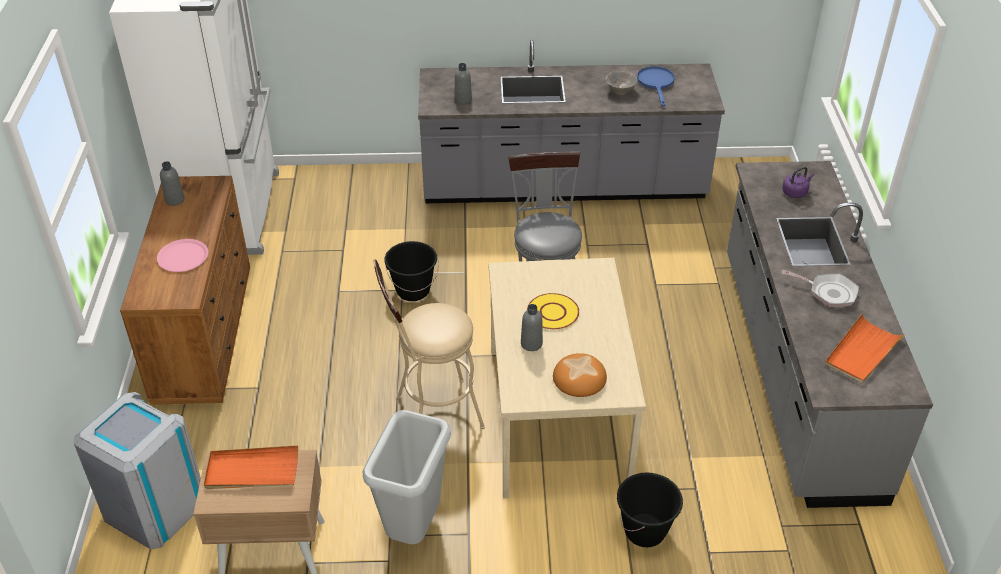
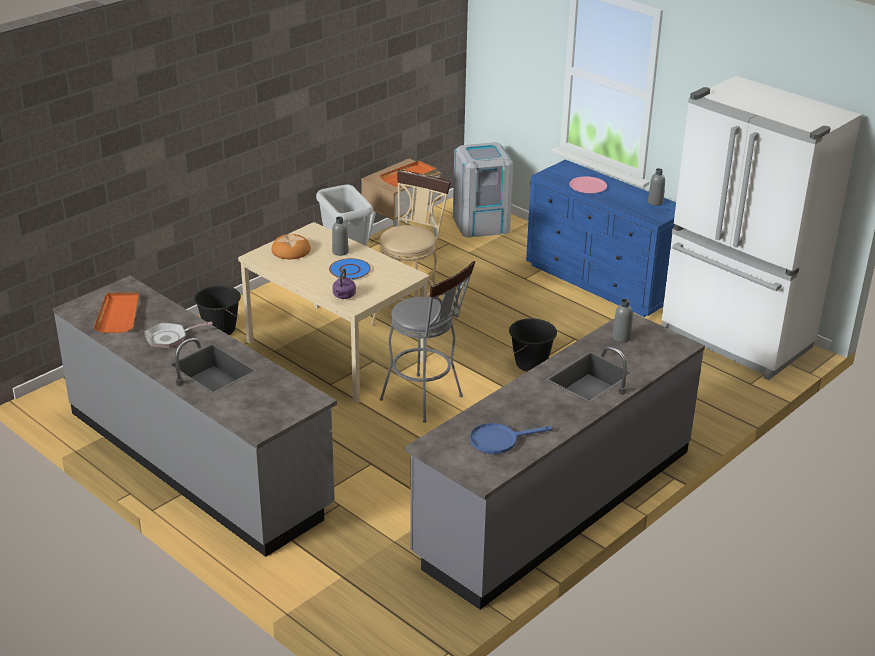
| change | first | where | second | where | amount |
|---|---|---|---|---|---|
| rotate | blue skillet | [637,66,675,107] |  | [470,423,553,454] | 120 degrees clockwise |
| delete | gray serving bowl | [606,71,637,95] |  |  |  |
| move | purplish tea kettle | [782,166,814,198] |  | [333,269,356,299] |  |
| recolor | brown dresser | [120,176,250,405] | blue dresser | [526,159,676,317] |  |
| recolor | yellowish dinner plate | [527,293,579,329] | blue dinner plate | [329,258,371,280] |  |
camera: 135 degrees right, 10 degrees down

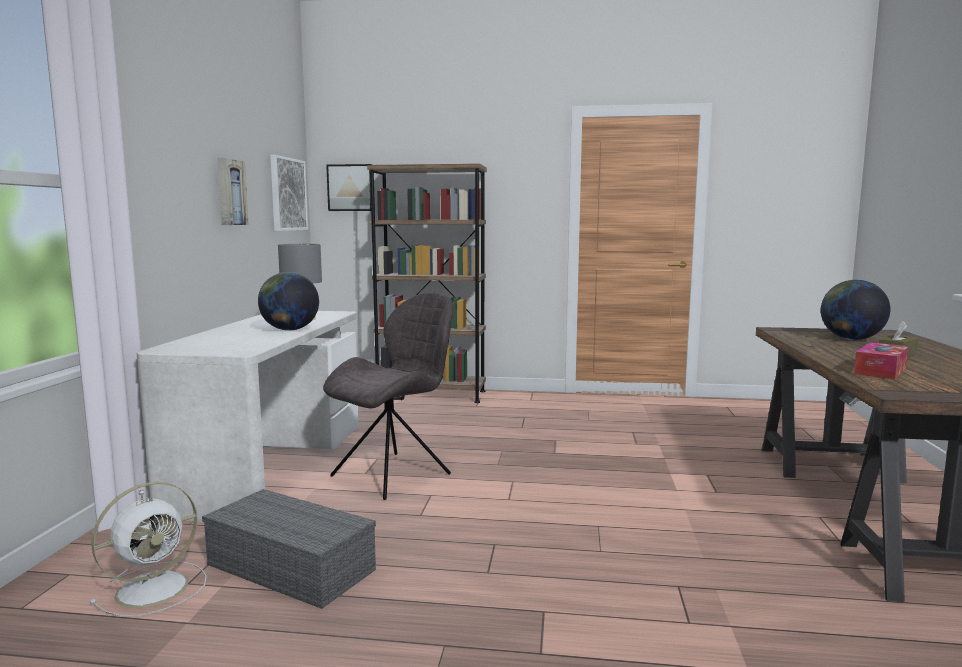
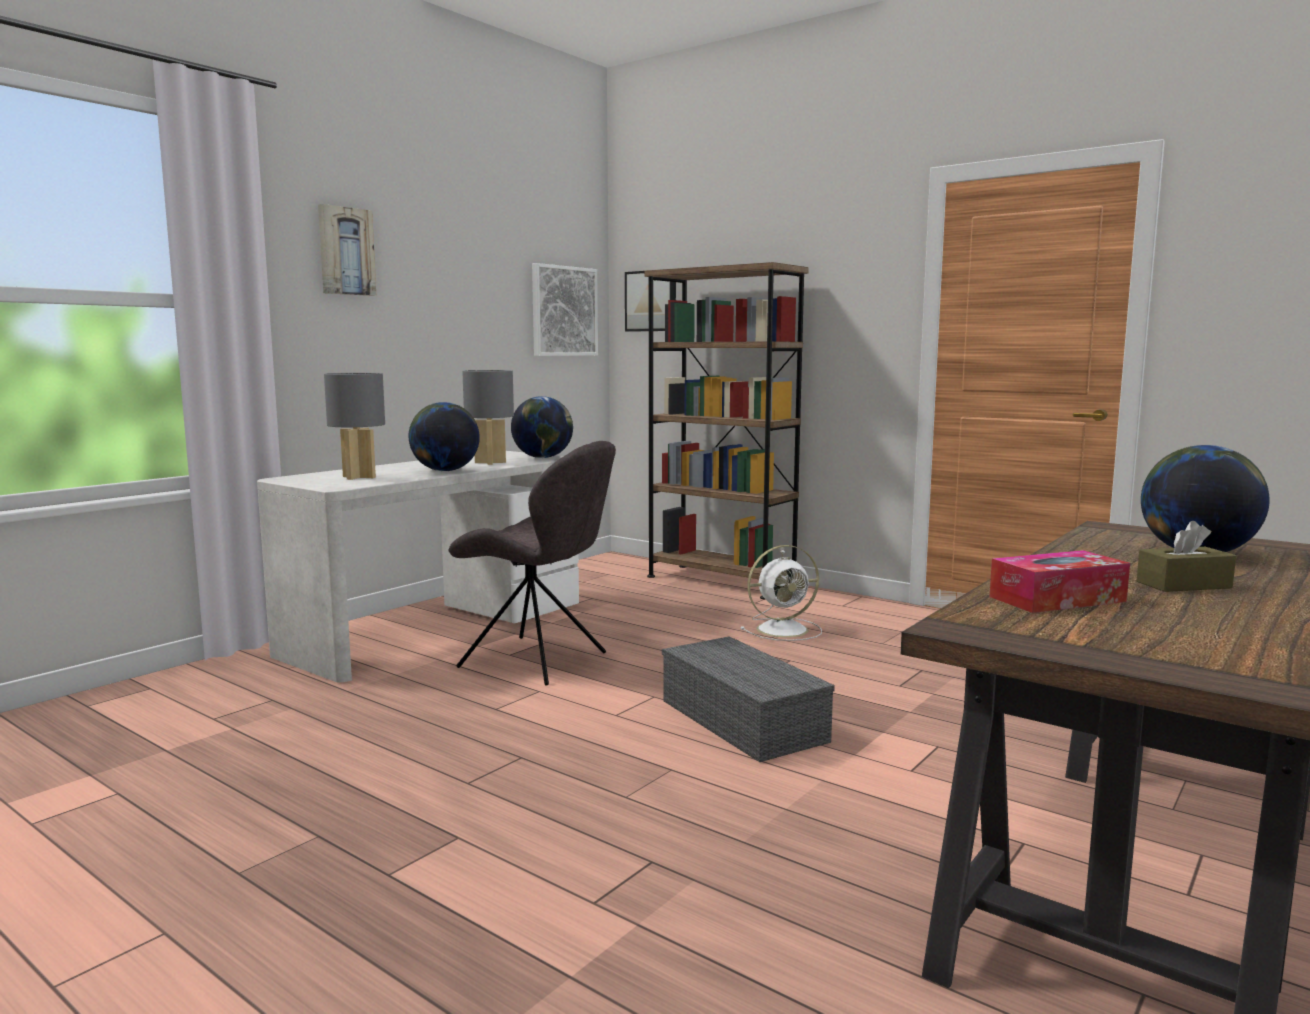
| change | first | where | second | where | amount |
|---|---|---|---|---|---|
| move | picture | [217,158,249,225] |  | [318,204,376,296] |  |
| rotate | gray plain chair | [323,293,453,500] |  | [448,441,616,686] | 45 degrees clockwise |
| move | white-coloured fan | [90,482,207,617] |  | [740,545,822,641] |  |
| move | gray storage bin | [202,489,376,609] |  | [662,636,835,762] |  |
| insert |  |  | gray lamp for a table | [324,373,385,480] |  |
| insert |  |  | globe | [511,396,573,458] |  |
camera: 30 degrees right, 0 degrees up

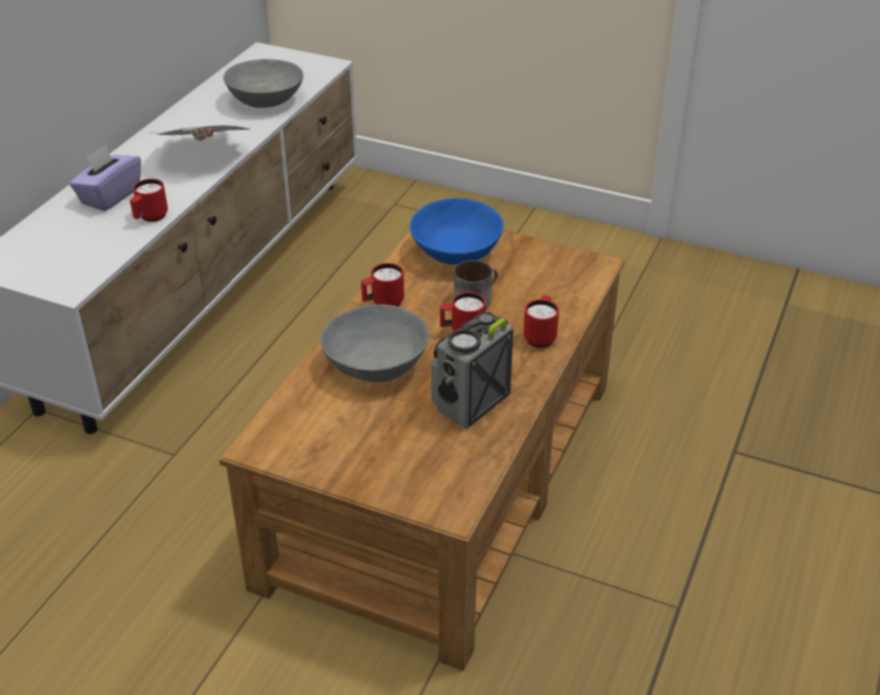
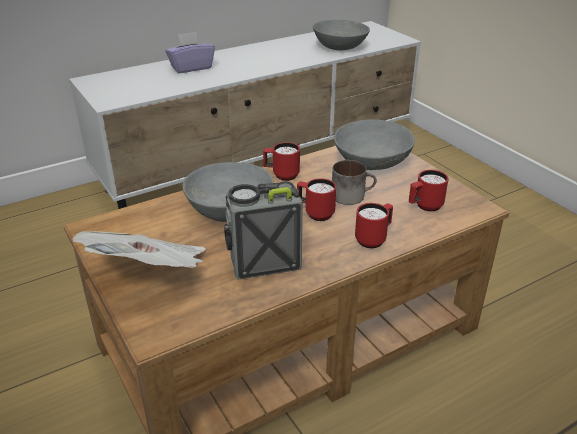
| change | first | where | second | where | amount |
|---|---|---|---|---|---|
| move | daily paper | [149,126,249,141] |  | [73,231,206,268] |  |
| move | reddish coffee mug | [130,179,168,222] |  | [409,170,449,211] |  |
| recolor | blue serving bowl | [410,198,504,265] | gray serving bowl | [334,119,415,170] |  |
camera: 35 degrees right, 5 degrees down

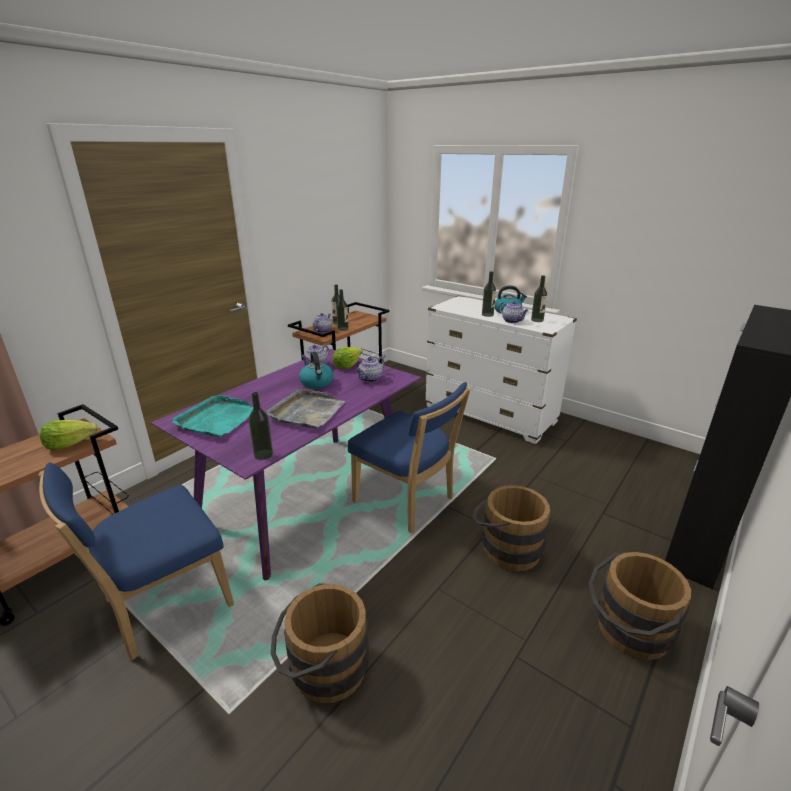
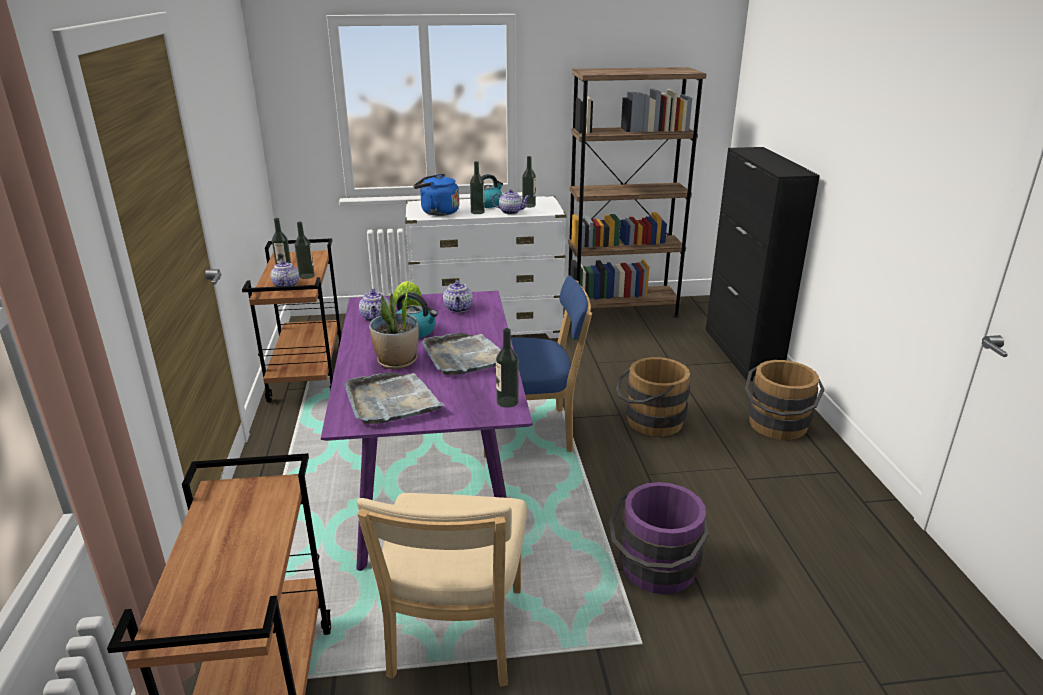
| change | first | where | second | where | amount |
|---|---|---|---|---|---|
| recolor | blue-green serving tray | [172,395,253,437] | gray serving tray | [344,372,445,424] |  |
| delete | lettuce | [40,420,98,450] |  |  |  |
| recolor | blue plain chair | [38,462,234,660] | beige plain chair | [357,493,527,687] |  |
| recolor | brown pail | [271,583,369,703] | purplish pail | [609,482,709,594] |  |
| insert |  |  | brown bookshelf | [568,67,706,318] |  |
| insert |  |  | blue tea kettle | [413,174,459,216] |  |
| insert |  |  | plant in a pot | [369,280,419,369] |  |
camera: 45 degrees left, 0 degrees up

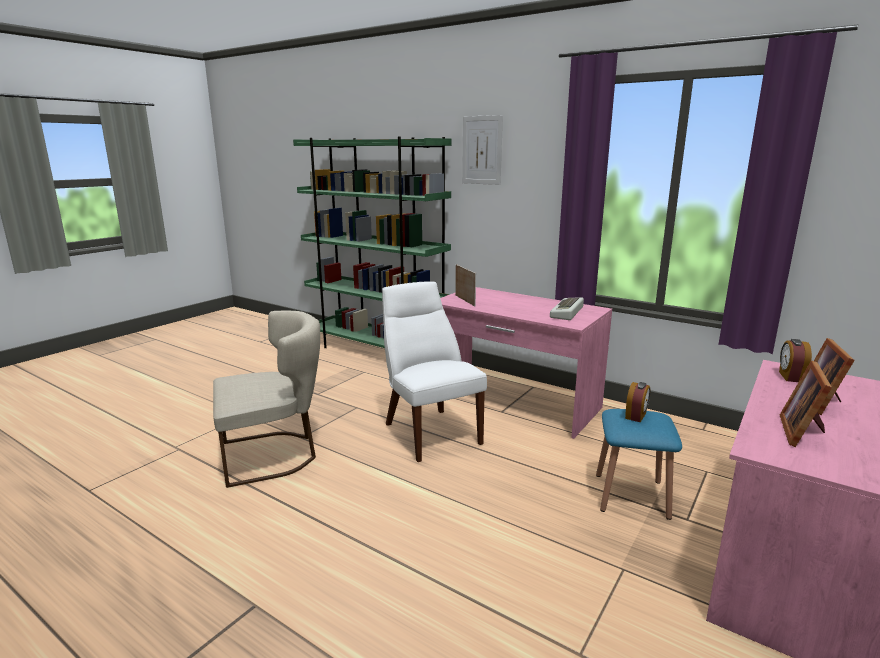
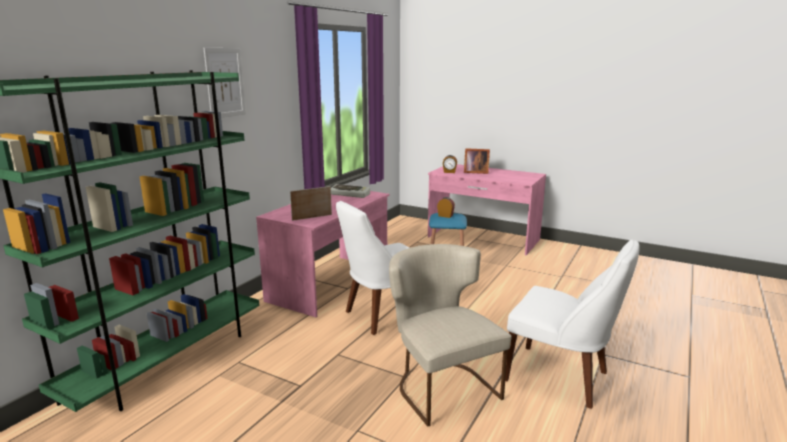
| change | first | where | second | where | amount |
|---|---|---|---|---|---|
| delete | standing frame | [780,360,832,447] |  |  |  |
| insert |  |  | white-coloured plain chair | [505,240,640,409] |  |
camera: 95 degrees left, 0 degrees up

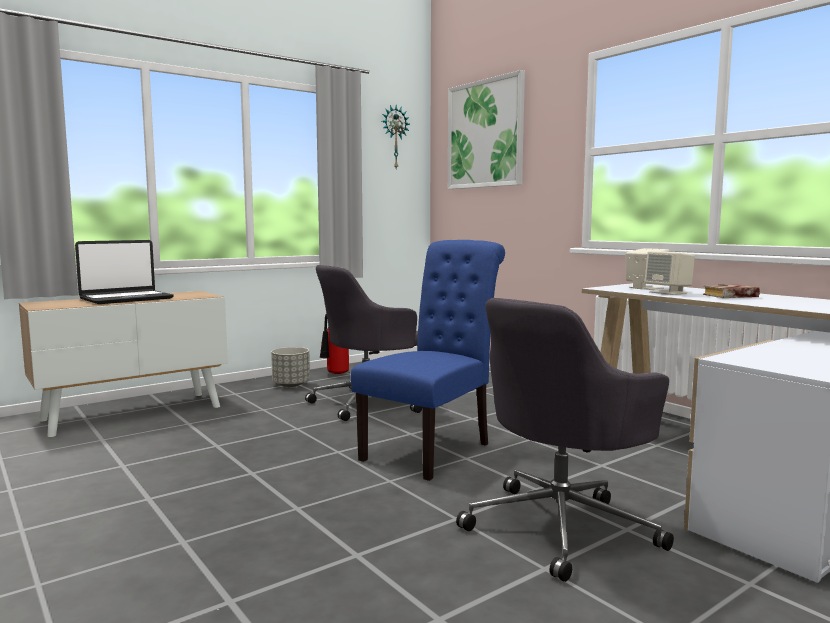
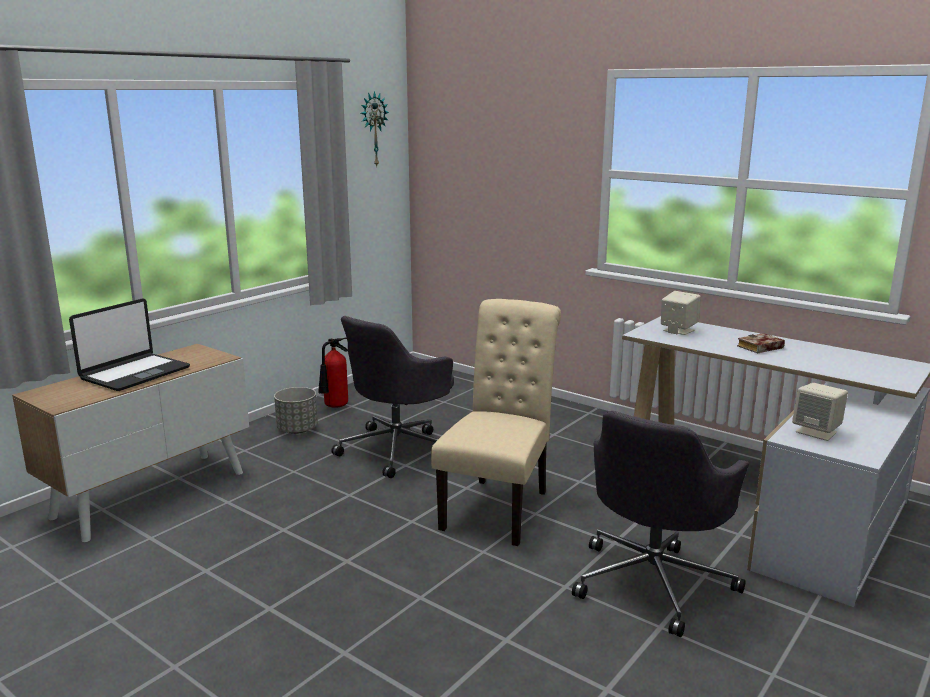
| change | first | where | second | where | amount |
|---|---|---|---|---|---|
| delete | picture | [448,70,525,189] |  |  |  |
| recolor | blue plain chair | [351,240,505,481] | beige plain chair | [431,299,561,546] |  |
| move | beige audio speaker | [644,251,695,295] |  | [792,383,848,441] |  |
camera: 15 degrees left, 10 degrees up

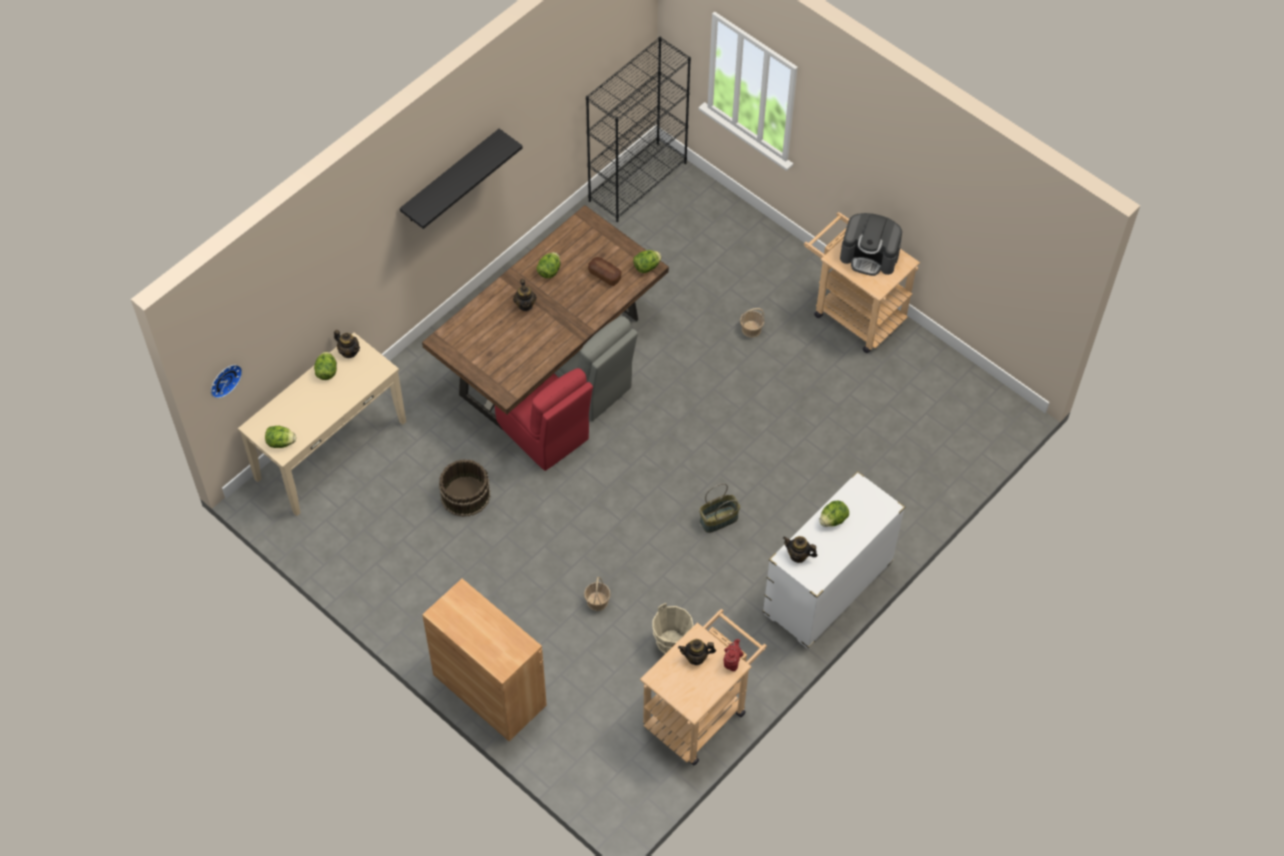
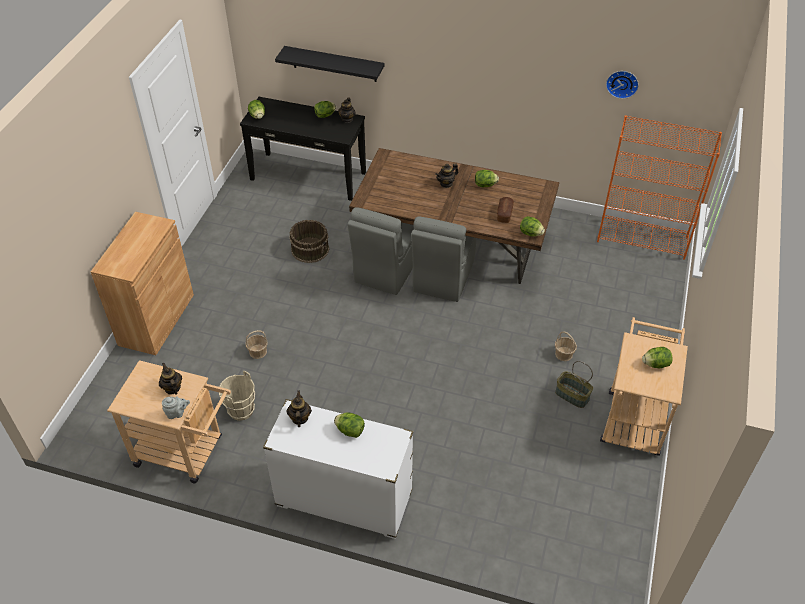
| change | first | where | second | where | amount |
|---|---|---|---|---|---|
| recolor | black bookshelf | [586,37,691,222] | orange-coloured bookshelf | [597,115,722,260] |  |
| move | black wall shelf | [400,129,523,229] |  | [275,46,385,82] |  |
| replace | coffee maker | [840,213,902,276] | lettuce | [642,347,672,368] |  |
| recolor | beige narrow table | [238,333,406,516] | black narrow table | [240,97,366,201] |  |
| move | clock on the wall | [211,365,242,398] |  | [606,71,639,99] |  |
| recolor | reddish plain chair | [495,368,593,471] | gray plain chair | [347,207,414,295] |  |
| move | basket | [699,483,740,533] |  | [555,361,593,408] |  |
| recolor | reddish teapot | [724,639,743,671] | gray teapot | [162,396,190,419] |  |
camera: 65 degrees right, 10 degrees down

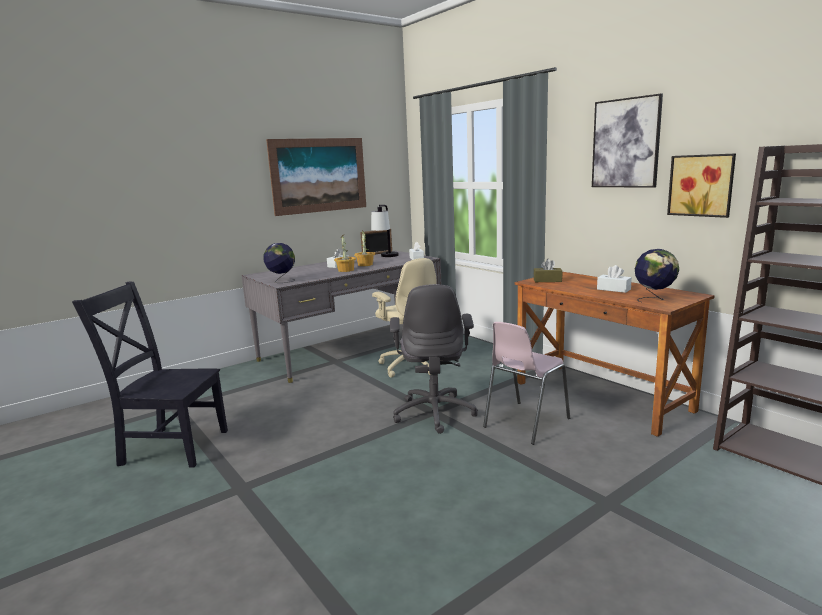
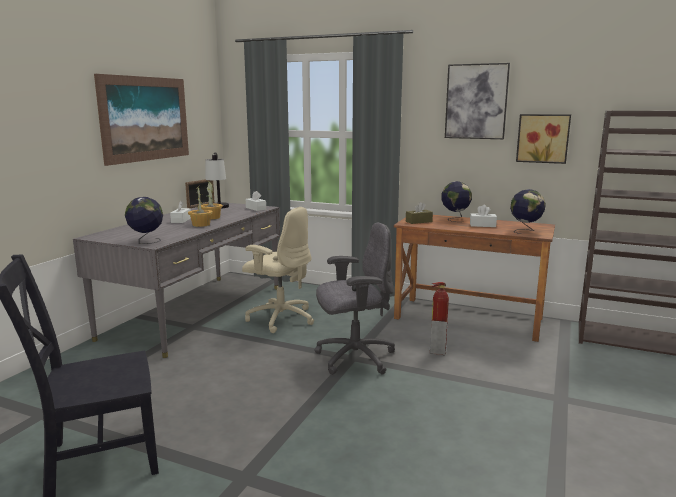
| change | first | where | second | where | amount |
|---|---|---|---|---|---|
| rotate | gray desk chair | [390,284,478,434] |  | [315,223,395,375] | 75 degrees counterclockwise |
| replace | pinkish plain chair | [483,322,570,445] | extinguisher | [429,282,449,355] |  |
| insert |  |  | globe | [441,181,472,222] |  |
camera: 30 degrees left, 0 degrees up

